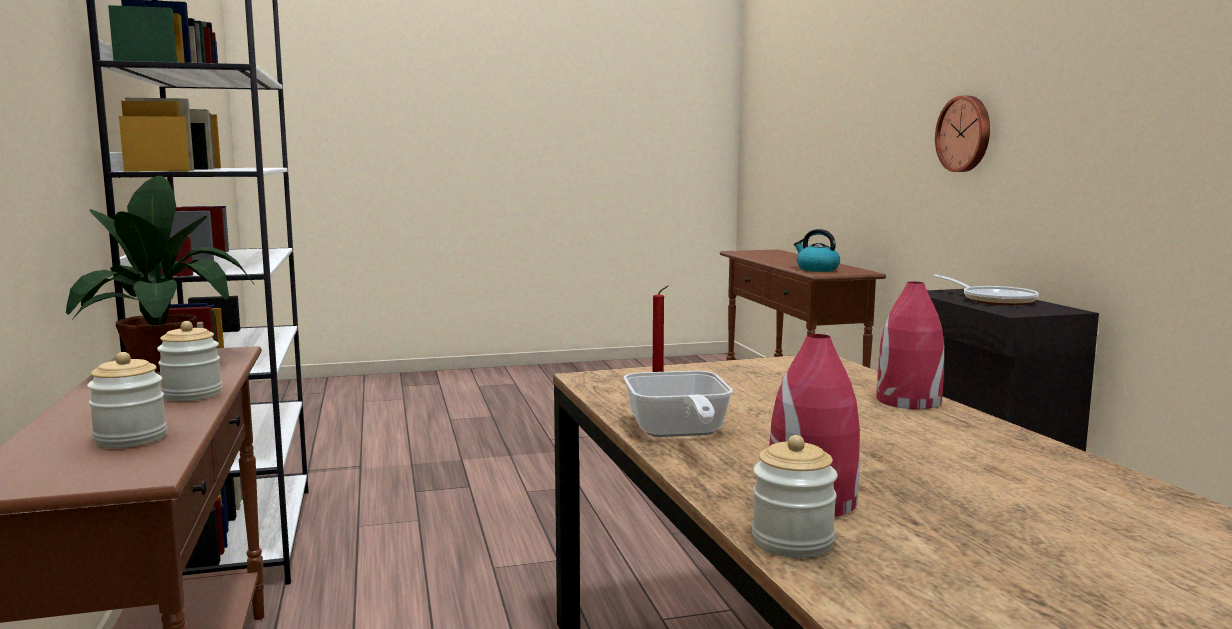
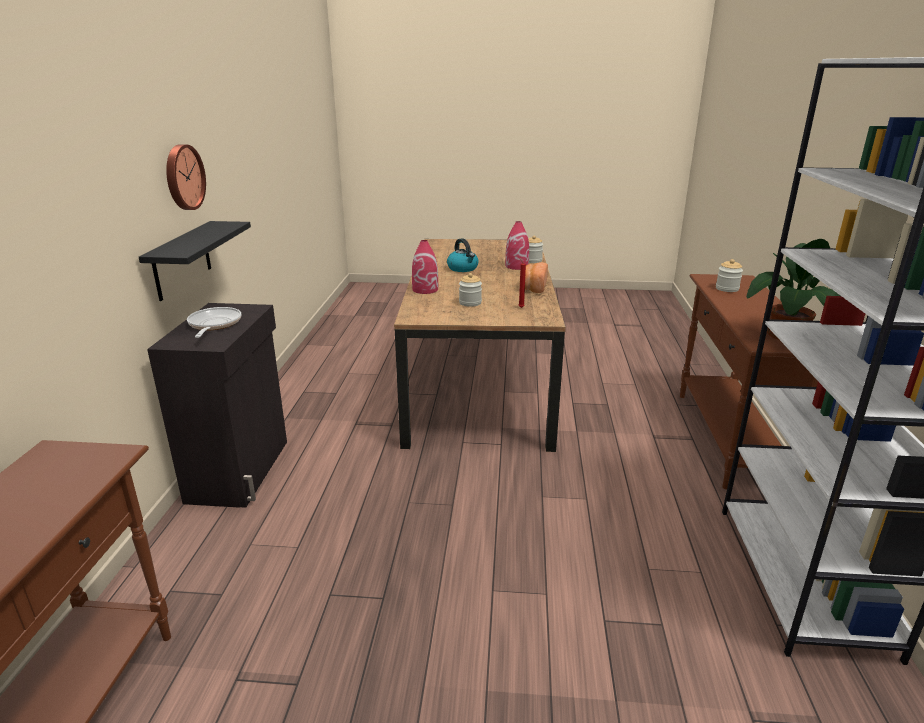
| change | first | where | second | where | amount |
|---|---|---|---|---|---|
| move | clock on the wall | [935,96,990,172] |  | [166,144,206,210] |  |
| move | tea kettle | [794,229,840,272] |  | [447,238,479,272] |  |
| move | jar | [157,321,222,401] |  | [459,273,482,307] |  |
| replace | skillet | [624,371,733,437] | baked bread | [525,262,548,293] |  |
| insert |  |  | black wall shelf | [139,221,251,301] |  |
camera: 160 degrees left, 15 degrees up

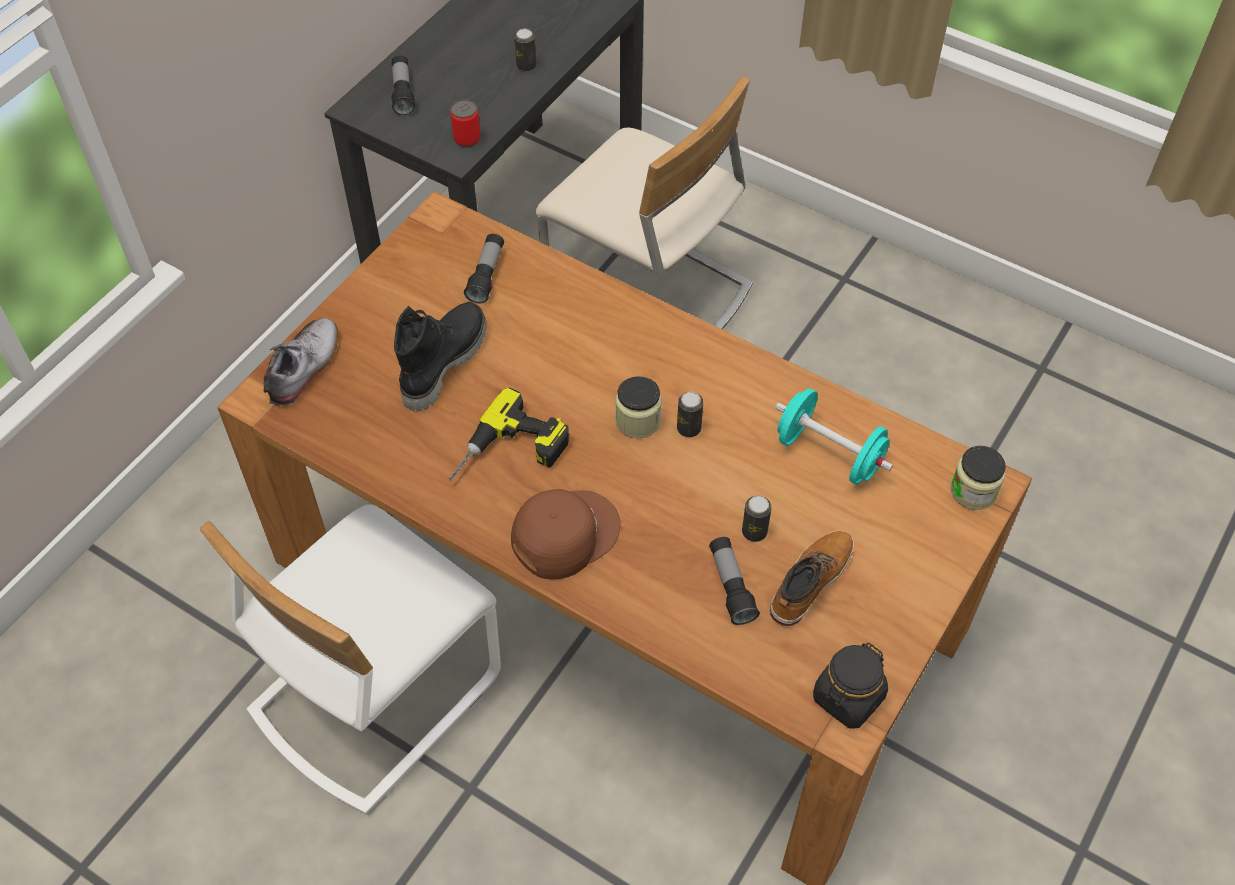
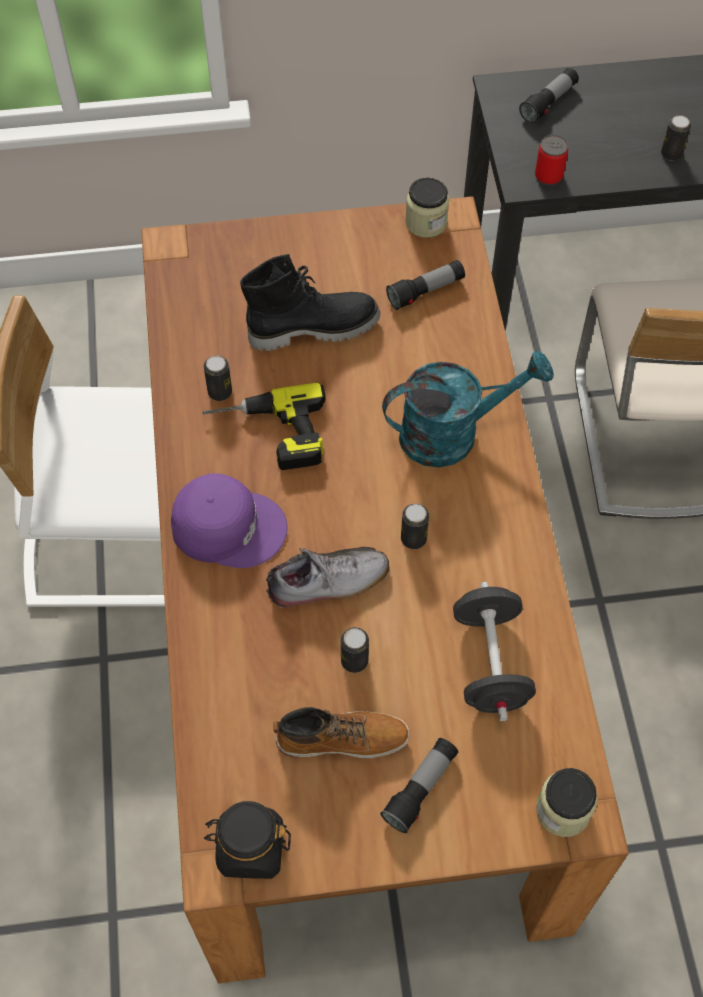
| change | first | where | second | where | amount |
|---|---|---|---|---|---|
| move | low shoe | [263,318,339,406] |  | [266,547,389,608] |  |
| move | jar | [616,376,662,438] |  | [405,177,449,238] |  |
| recolor | blue-green hand weight | [775,388,893,485] | black hand weight | [453,582,536,721] |  |
| recolor | brown cap | [511,489,621,579] | purplish cap | [171,473,288,568] |  |
| move | hand torch | [709,537,760,625] |  | [380,738,458,833] |  |
| insert |  |  | blue-green sprinkling can | [382,351,553,468] |  |
| insert |  |  | can | [204,355,232,401] |  |
camera: 50 degrees right, 5 degrees up

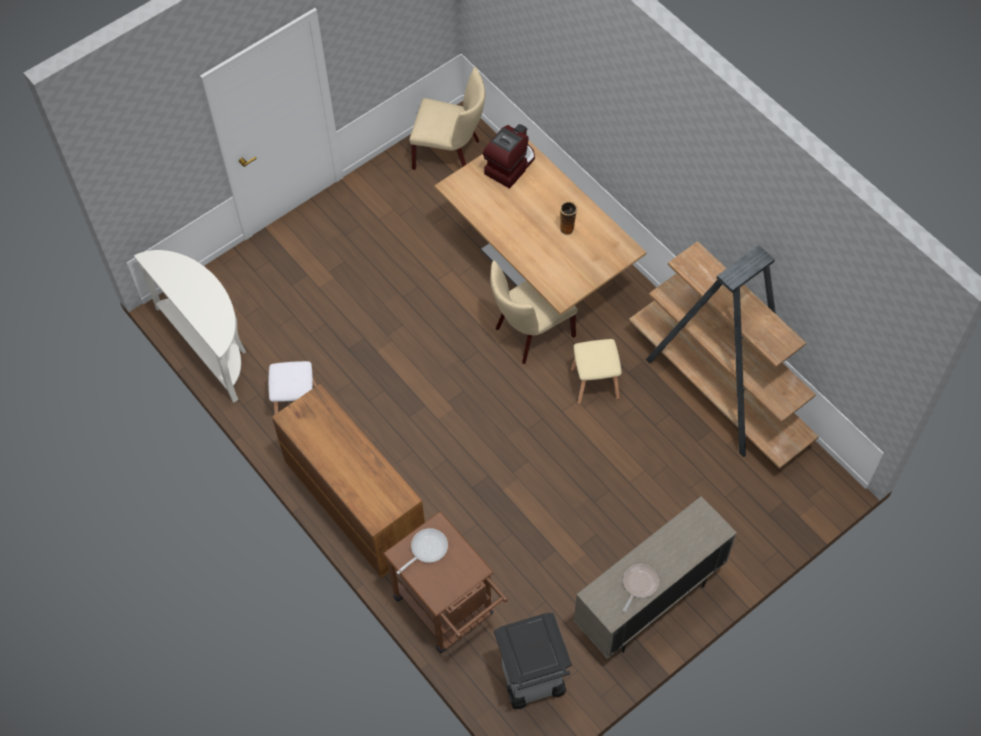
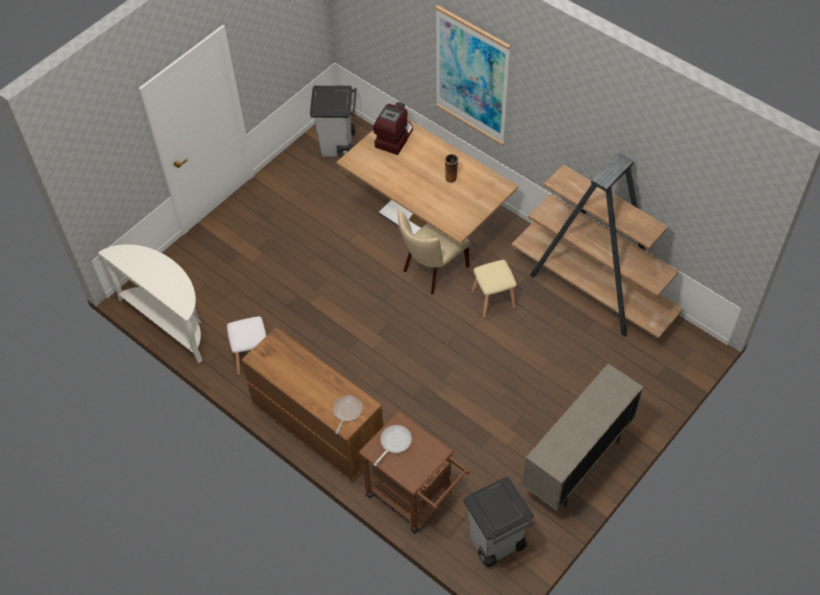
| change | first | where | second | where | amount |
|---|---|---|---|---|---|
| replace | beige plain chair | [409,67,485,170] | gray trash can | [310,85,357,157] |  |
| move | skillet | [623,564,659,612] |  | [333,395,362,434] |  |
| insert |  |  | picture | [435,5,511,146] |  |
camera: 10 degrees left, 5 degrees down

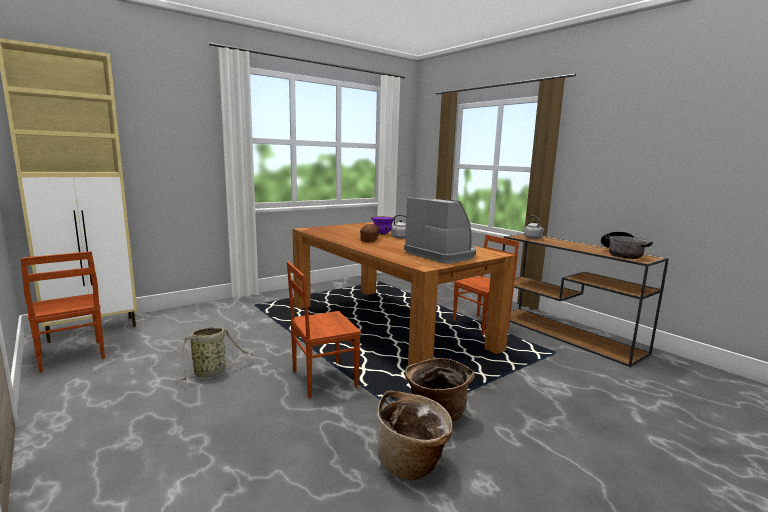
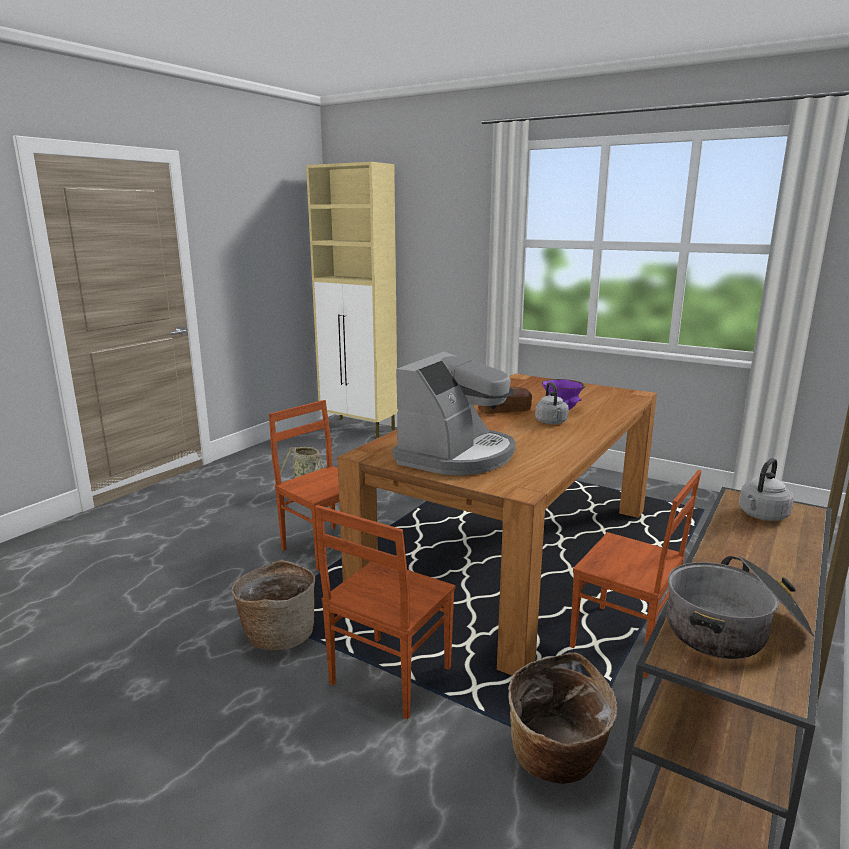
| change | first | where | second | where | amount |
|---|---|---|---|---|---|
| move | brown plain chair | [21,251,105,373] |  | [315,505,456,720] |  |
| move | basket | [377,391,452,480] |  | [508,653,618,784] |  |
camera: 70 degrees right, 5 degrees up

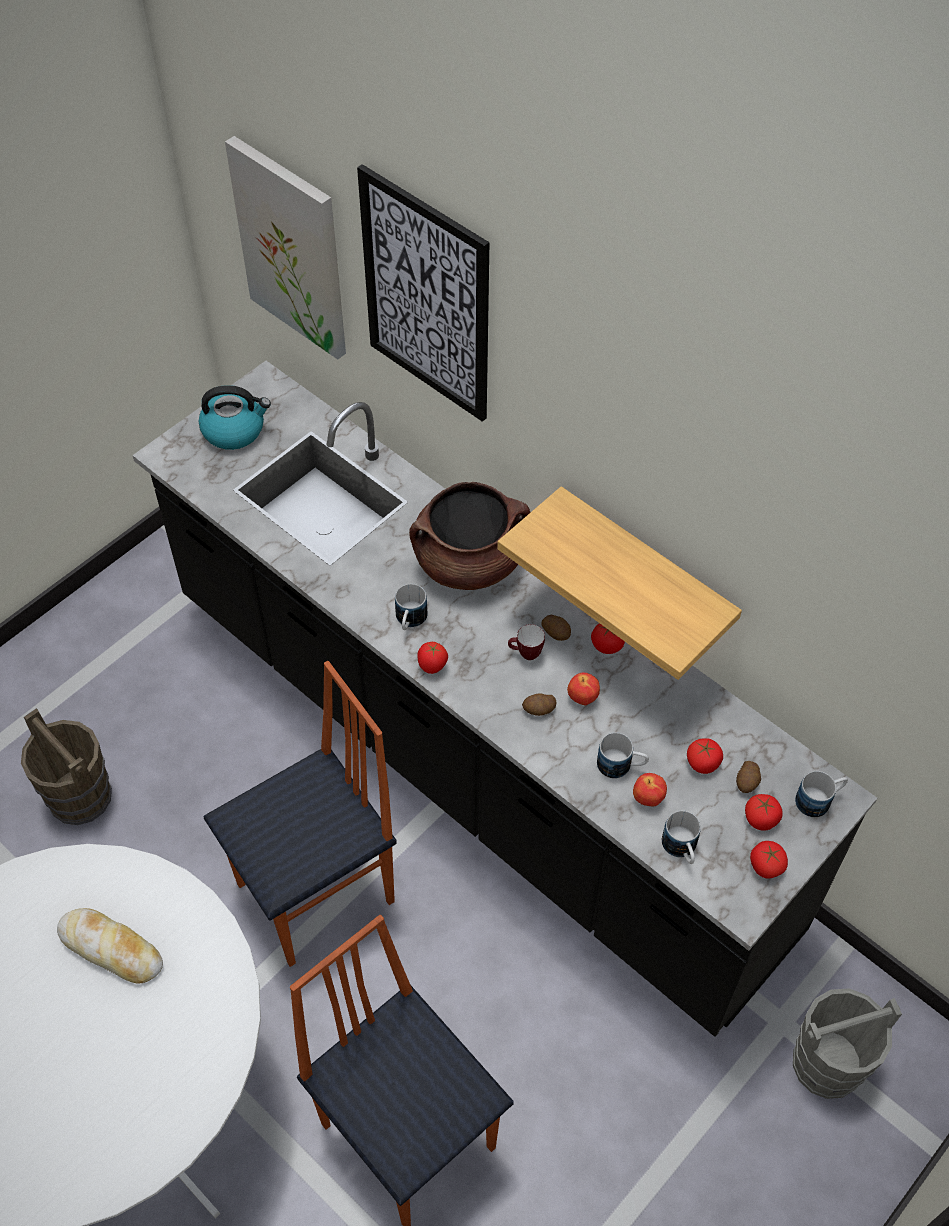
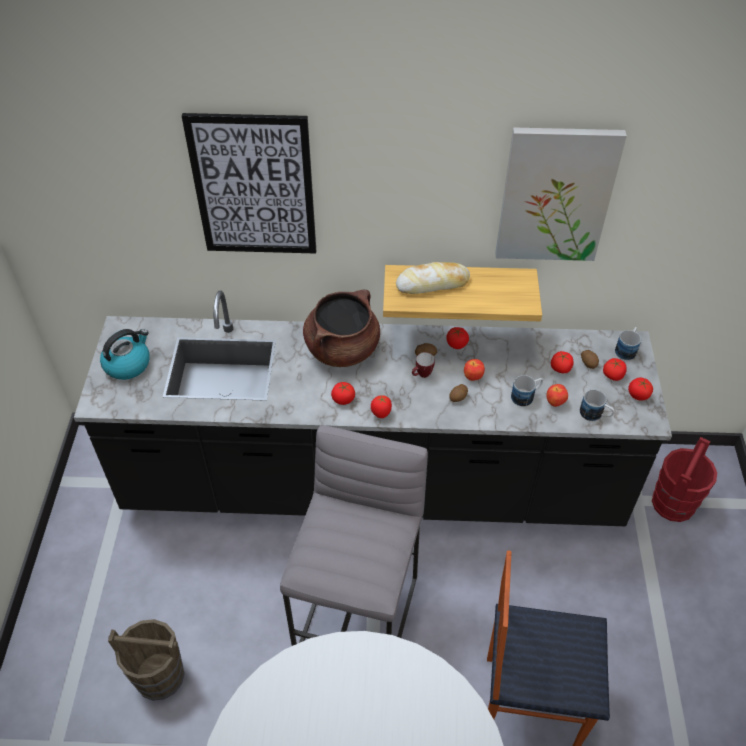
| change | first | where | second | where | amount |
|---|---|---|---|---|---|
| move | picture | [225,136,346,360] |  | [495,127,627,261] |  |
| replace | coffee mug | [395,584,427,630] | tomato | [331,382,355,405] |  |
| replace | plain chair | [203,661,397,967] | gray stool seat | [280,425,428,646] |  |
| move | baked bread | [57,908,163,984] |  | [396,262,470,294] |  |
| recolor | gray pail | [793,989,902,1099] | reddish pail | [652,437,717,522] |  |
camera: 40 degrees left, 5 degrees down

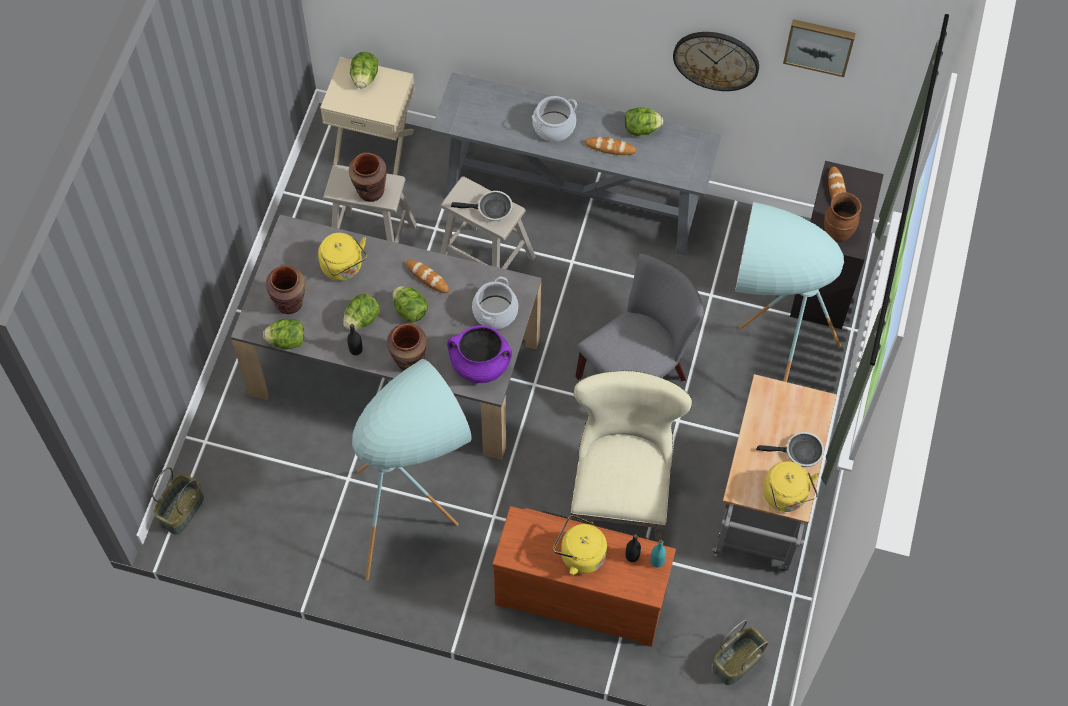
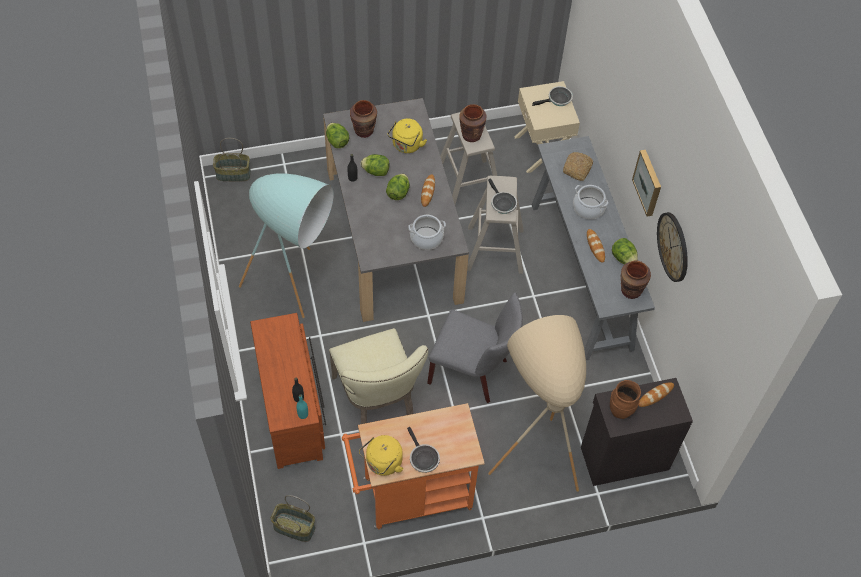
| change | first | where | second | where | amount |
|---|---|---|---|---|---|
| move | picture | [783,19,856,77] |  | [632,150,661,217] |  |
| replace | lettuce | [350,52,378,88] | skillet | [532,86,573,106] |  |
| recolor | blue-green floor lamp | [735,202,844,382] | beige floor lamp | [488,315,586,492] |  |
| move | brown vase | [387,323,427,371] |  | [620,260,651,299] |  |
| delete | purplish stockpot | [447,325,512,383] |  |  |  |
| rotate | beige plain chair | [570,370,692,542] |  | [329,328,428,424] | 90 degrees clockwise |
| recolor | gray cart | [711,374,837,573] | orange-coloured cart | [342,403,485,529] |  |
| delete | yellowish tea kettle | [553,515,607,575] |  |  |  |
| insert |  |  | baked bread | [563,152,593,181] |  |
camera: 60 degrees right, 5 degrees down

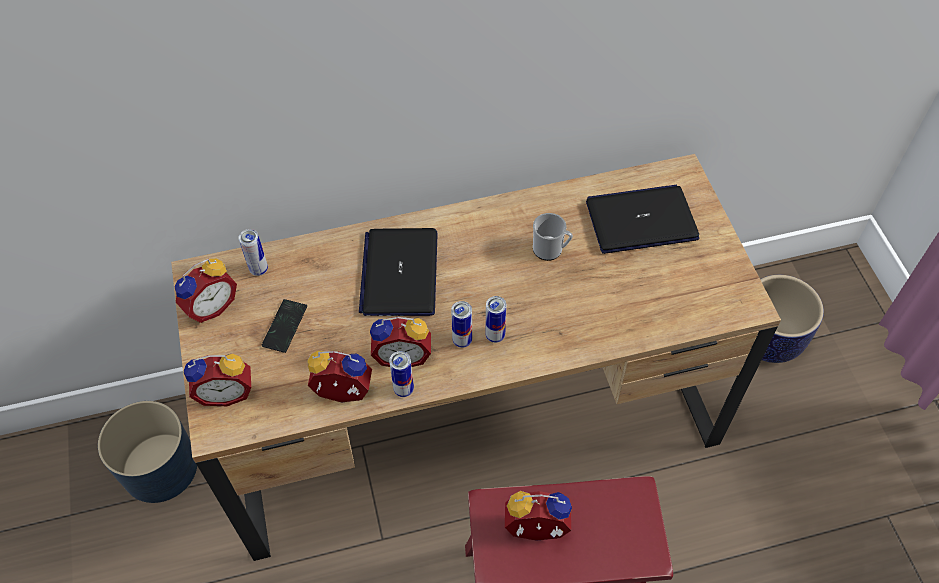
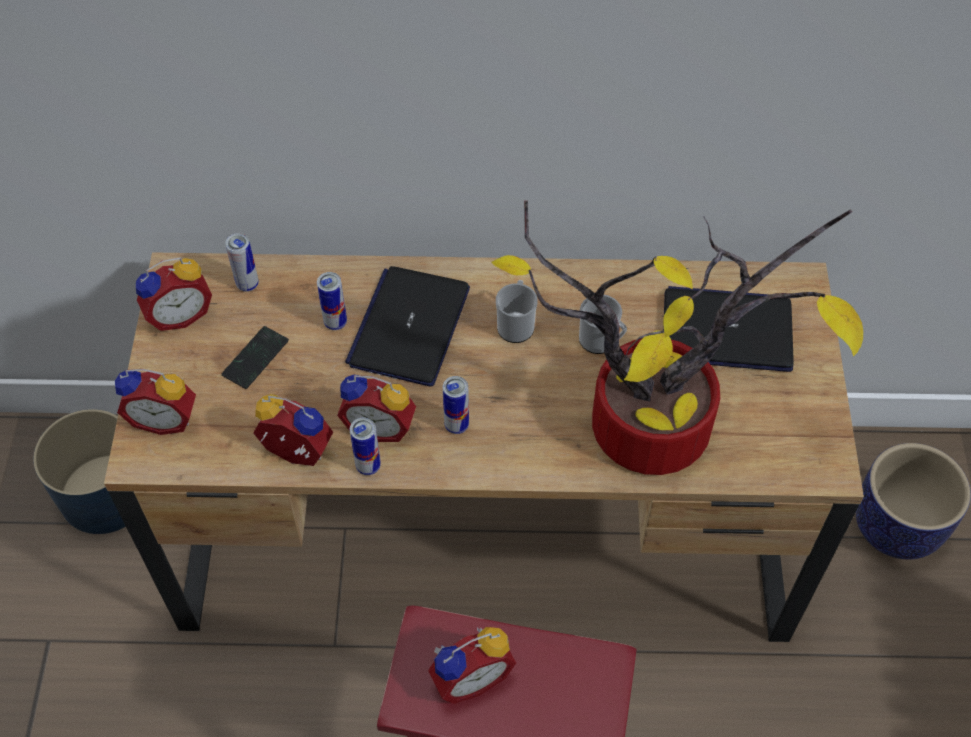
| change | first | where | second | where | amount |
|---|---|---|---|---|---|
| move | can | [485,296,507,343] |  | [317,272,347,330] |  |
| rotate | table clock | [505,491,572,541] |  | [428,627,516,704] | 135 degrees clockwise |
| insert |  |  | plant in a pot | [492,201,863,475] |  |
| insert |  |  | coffee mug | [496,280,538,343] |  |
camera: 15 degrees right, 0 degrees up

